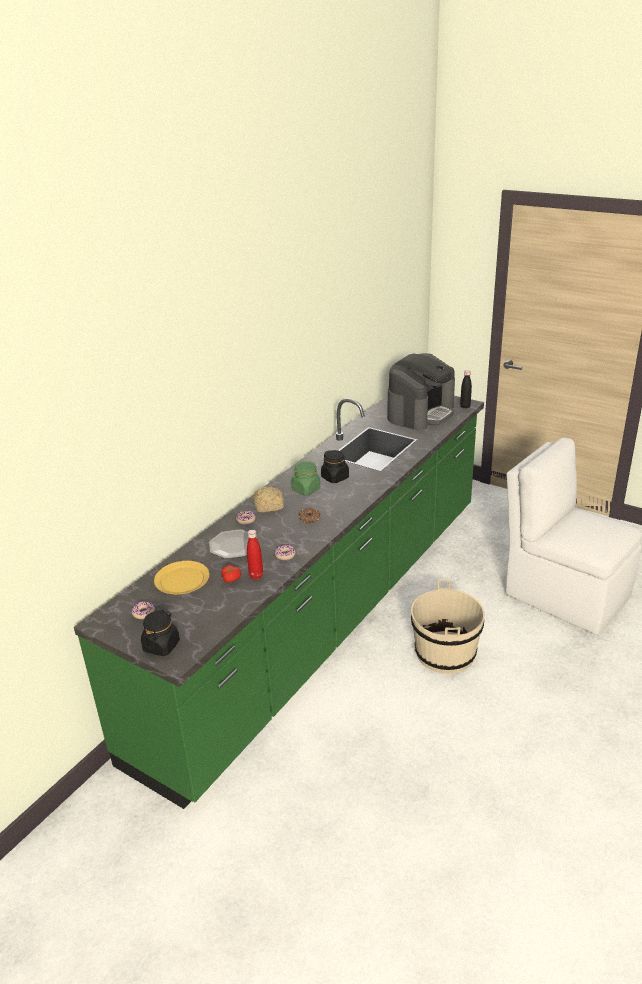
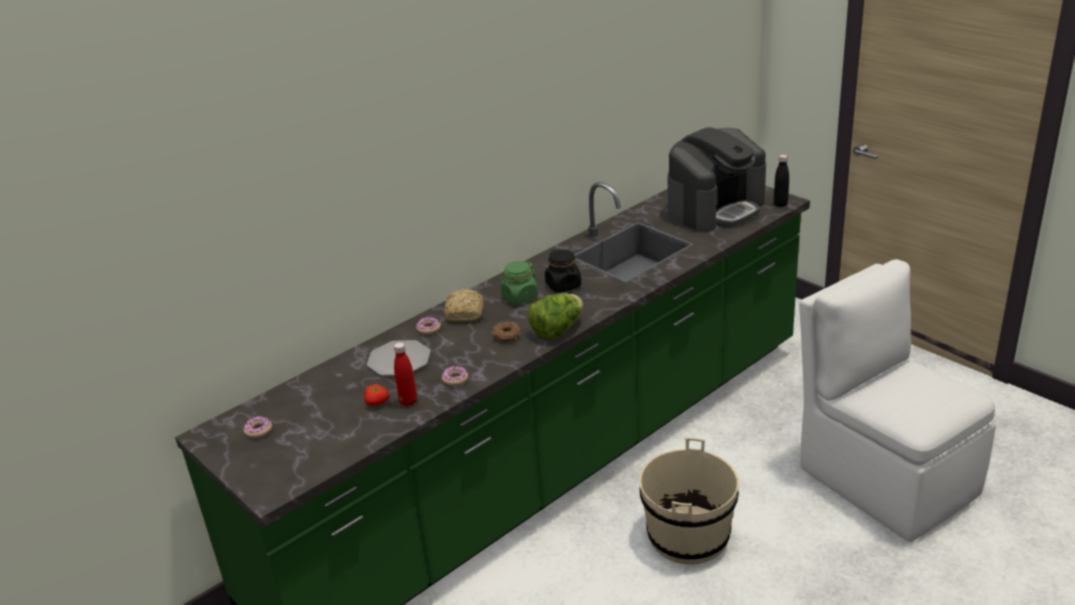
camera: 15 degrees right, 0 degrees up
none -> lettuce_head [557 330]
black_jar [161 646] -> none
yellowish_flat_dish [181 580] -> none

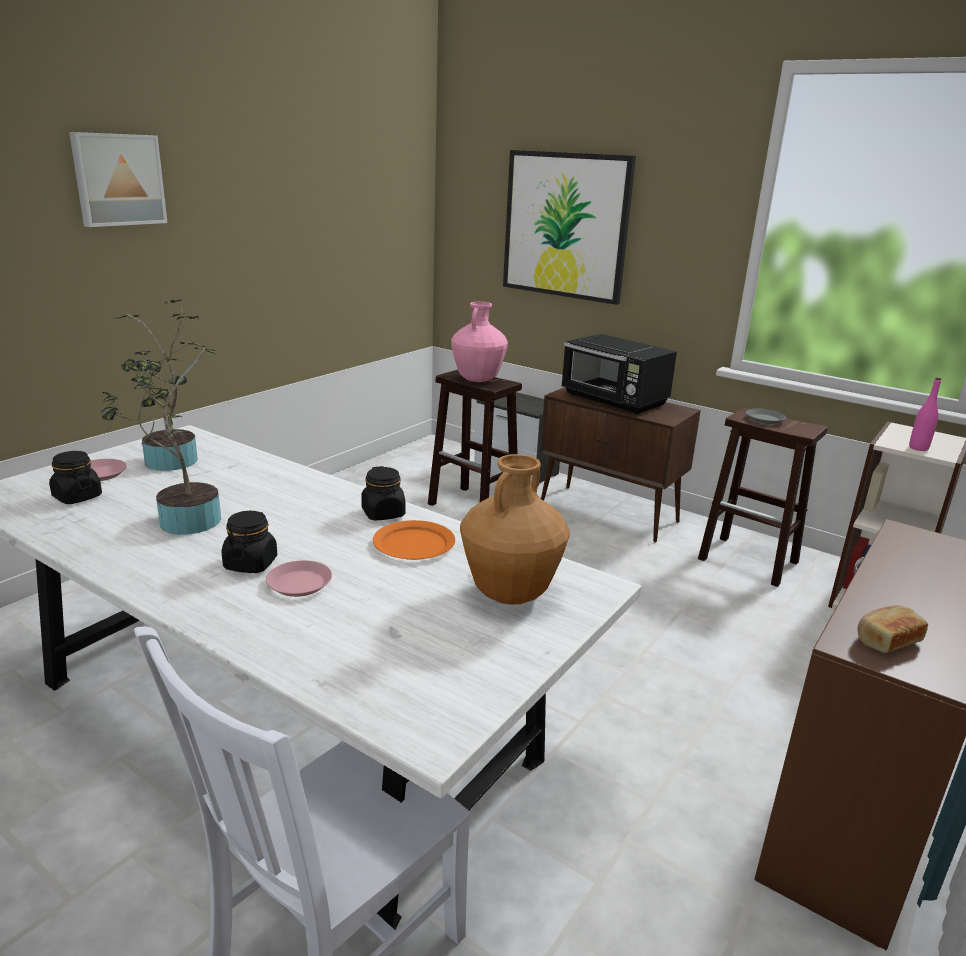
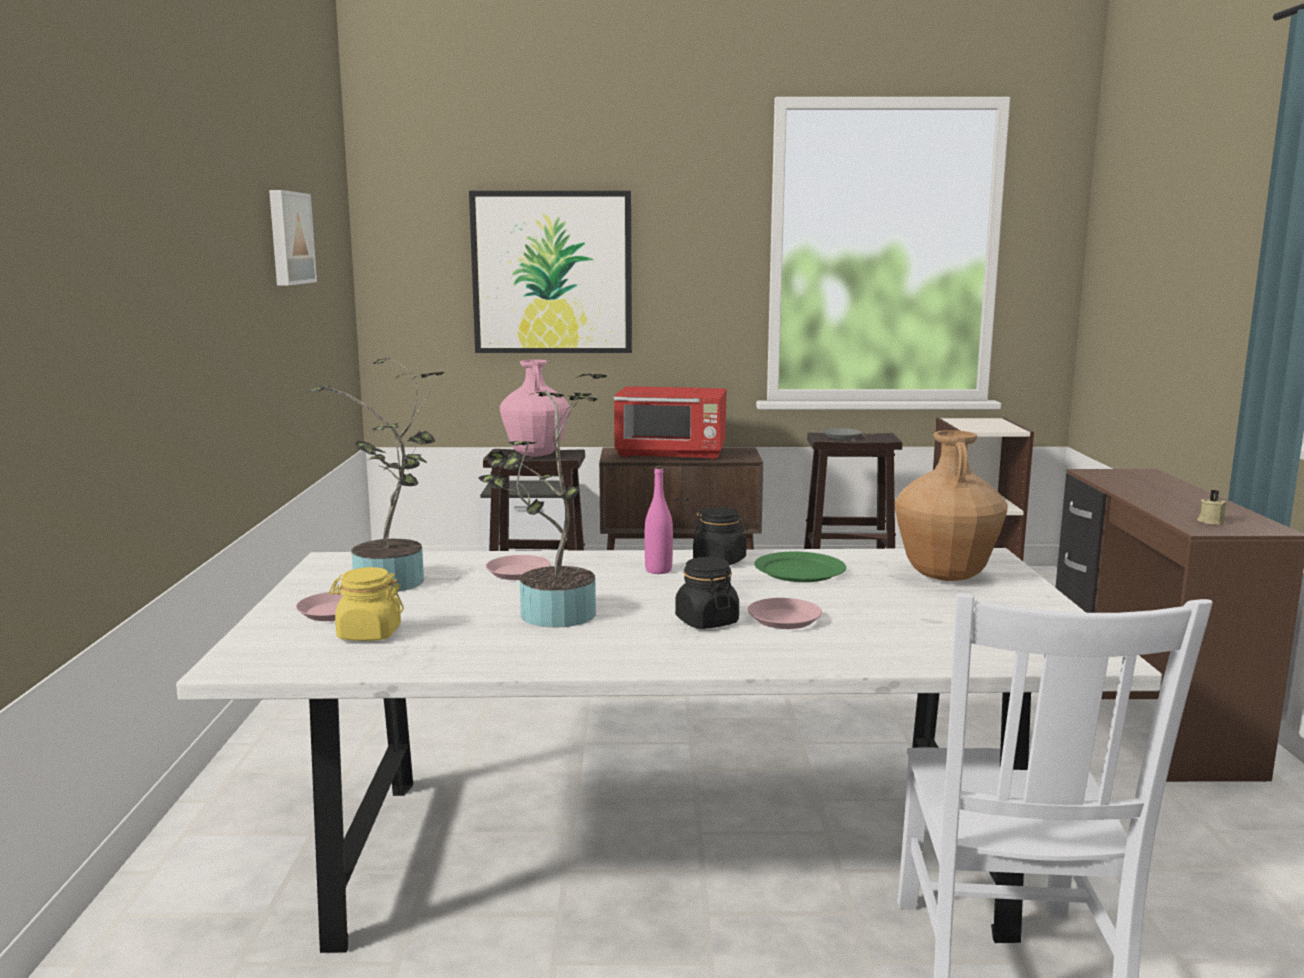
camera: 35 degrees left, 10 degrees down
picture [118 179] -> picture [288 238], move
black_jar [77 497] -> yellowish_jar [368 634]
none -> pink-coloured_flat_dish [518 572]
black_kitchen_microwave [614 401] -> reddish_kitchen_microwave [672 454]
pink-coloured_drink_bottle [918 448] -> pink-coloured_drink_bottle [658 570], move
orange-coloured_flat_dish [414 543] -> greenish_flat_dish [799 571]
bakery_bread [886 640] -> sand-coloured_wax_light [1211 521]

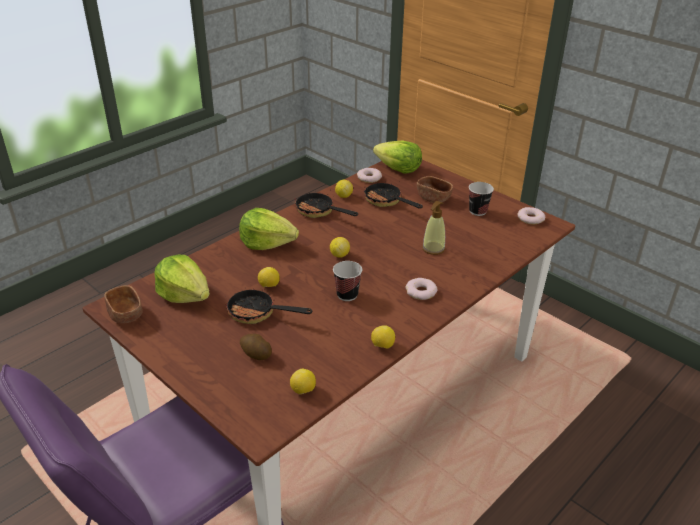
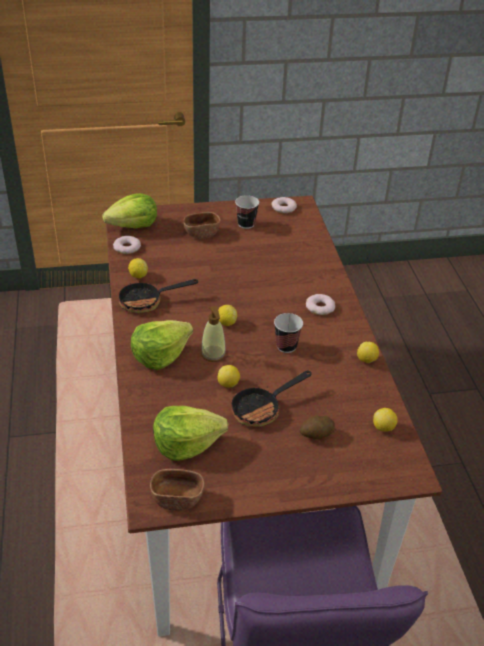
camera: 55 degrees left, 5 degrees up
liquid_soap_bottle [433 249] -> liquid_soap_bottle [213 354], move
skillet [386 202] -> none

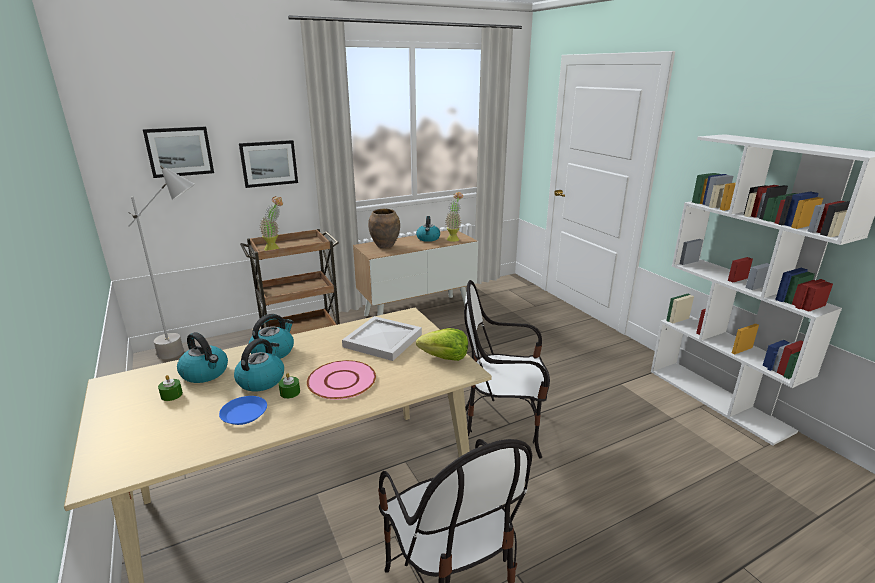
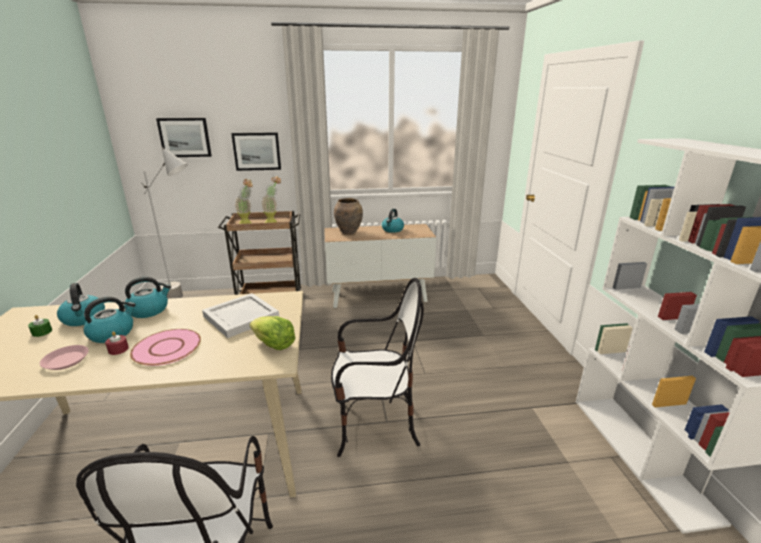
camera: 20 degrees right, 0 degrees up
bluish_flat_dish [244 414] -> pink-coloured_flat_dish [66 360]
greenish_wax_light [290 392] -> reddish_wax_light [118 349]
potted_plant [454 238] -> potted_plant [273 222], move
plain_chair [502 430] -> plain_chair [375 426], 150 degrees clockwise

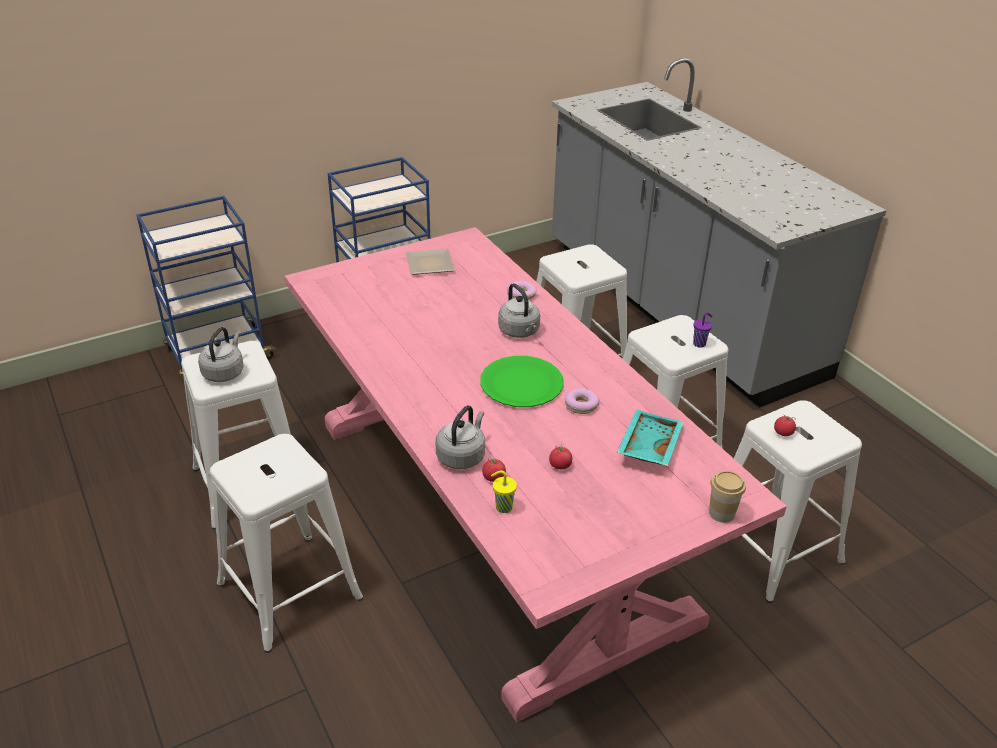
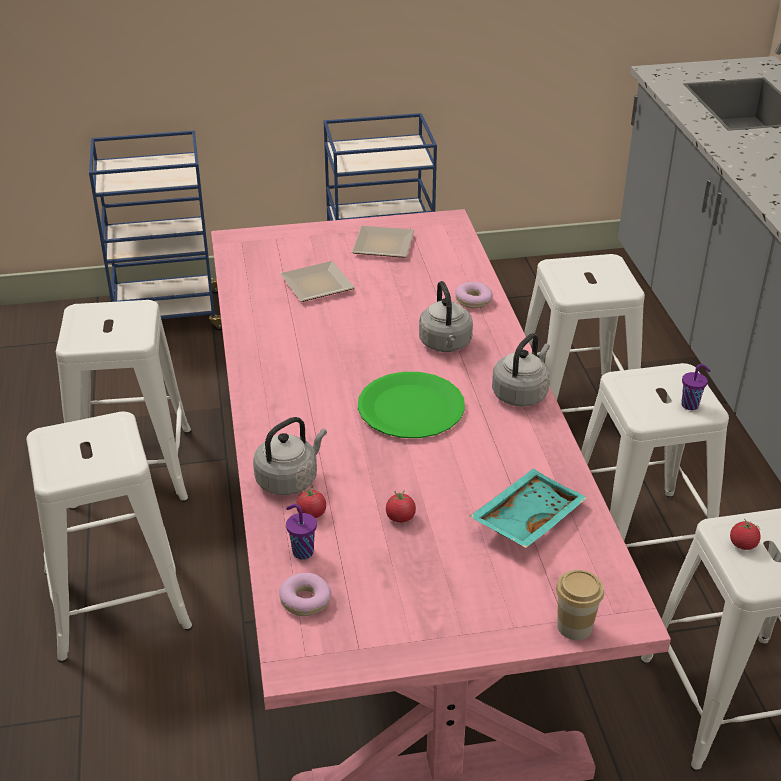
camera: 20 degrees right, 0 degrees up
ring_doughnut [581 405] -> ring_doughnut [305 600], move
none -> flat_dish [316 286]
yellowish_small_cup [503 507] -> purplish_small_cup [301 551]
grey_water_kettle [224 372] -> grey_water_kettle [521 393], move

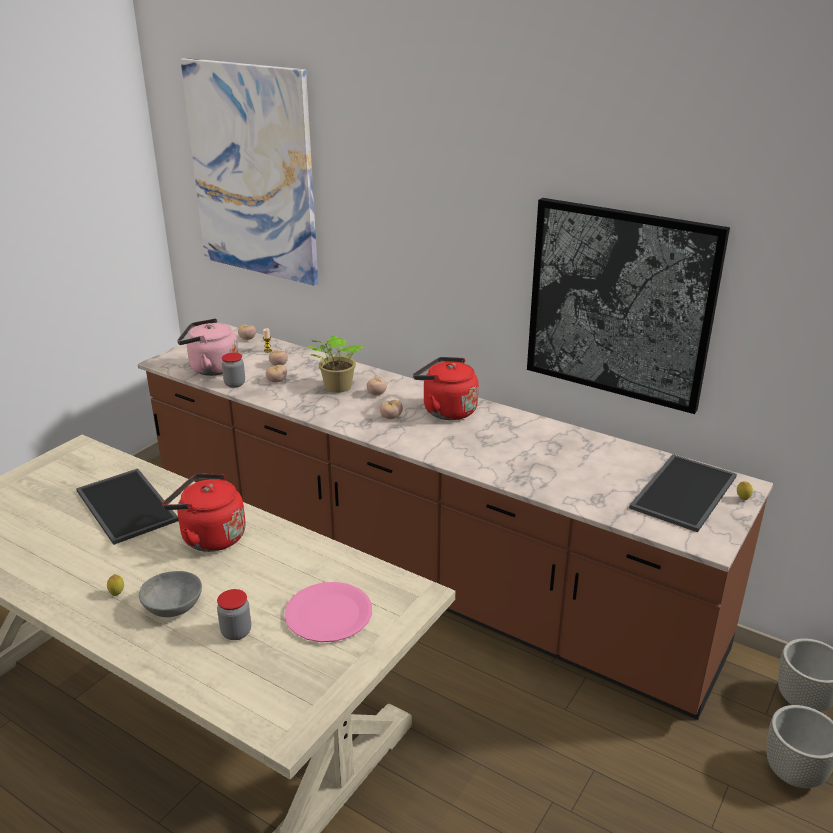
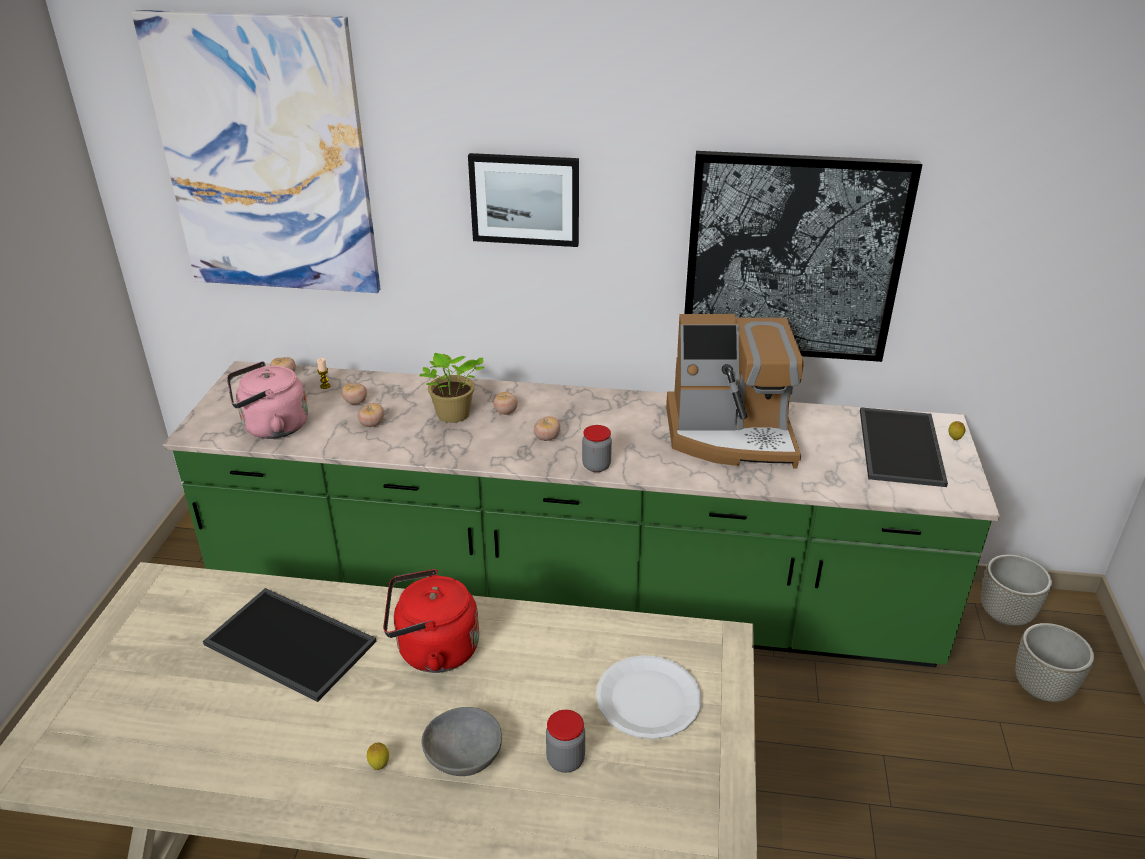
camera: 25 degrees left, 5 degrees up
brown_kitchen_counter [416 568] -> greenish_kitchen_counter [572 598]
none -> picture [525 199]
jar [235 384] -> jar [596 466], move
pink-coloured_flat_dish [329 614] -> whitish_flat_dish [648 698]
none -> coffee_brewer [731 435]
reddish_water_kettle [446 410] -> none

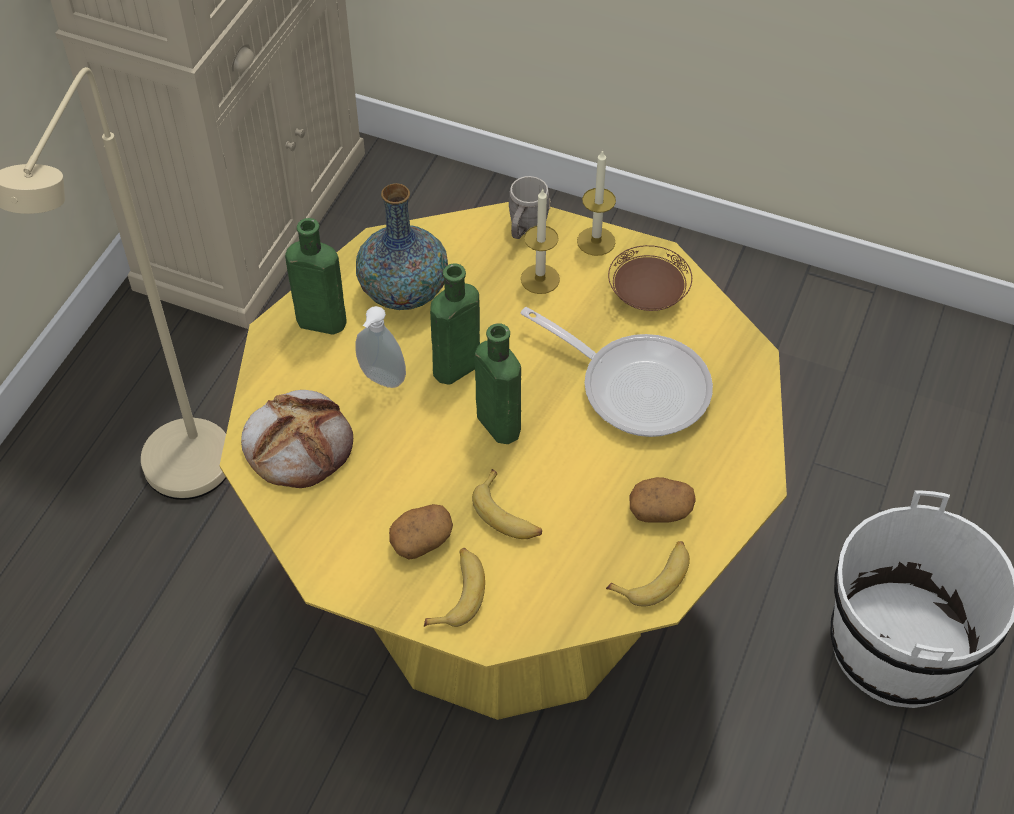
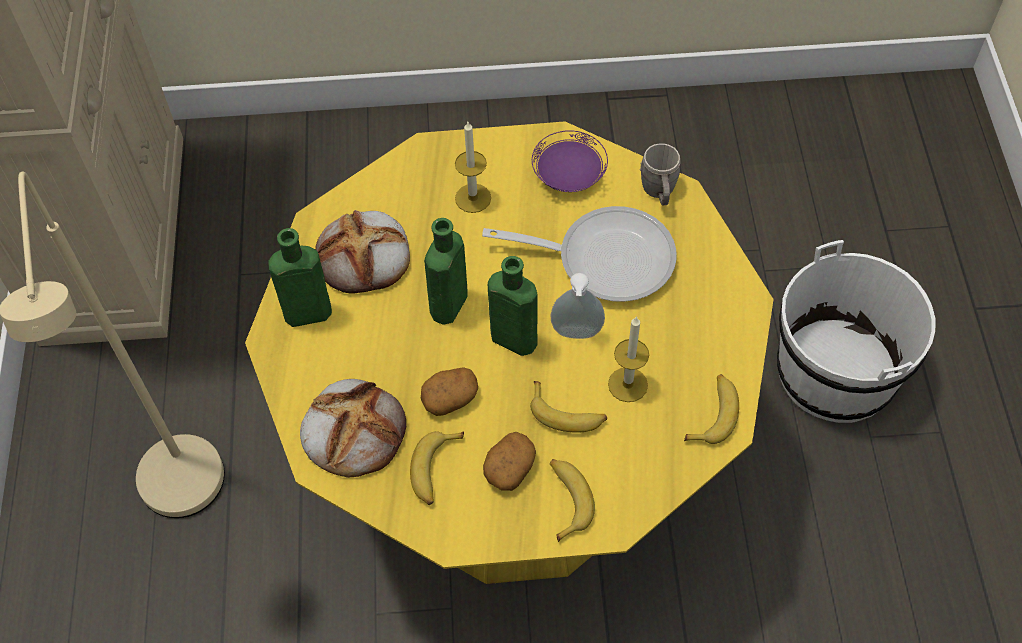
camera: 25 degrees left, 5 degrees up
decorative_vase [404 292] -> bakery_bread [365 257]
none -> banana_fruit [435 470]
spud [660 509] -> spud [450 398], move
brown_flat_dish [648 295] -> purplish_flat_dish [569 176]
liquid_soap_bottle [380 380] -> liquid_soap_bottle [576 334], move
wax_light [596 241] -> wax_light [627 384], move
grey_tea_mug [525 229] -> grey_tea_mug [659 192], move

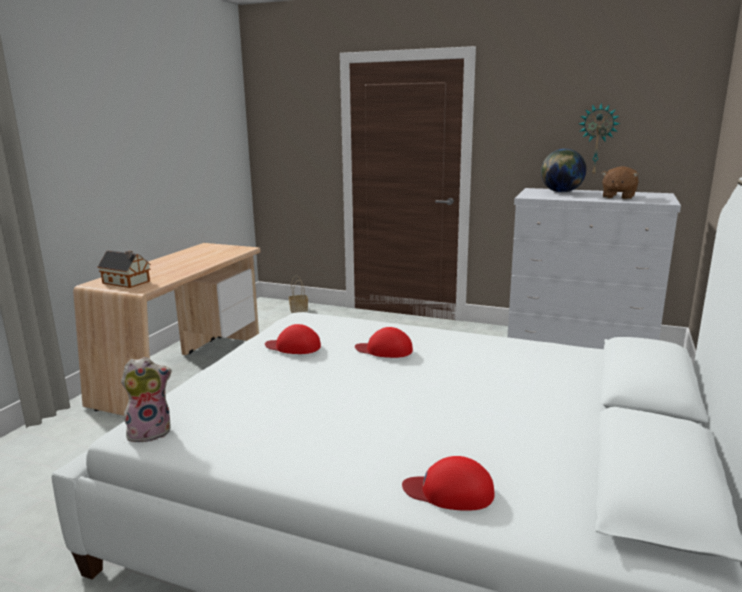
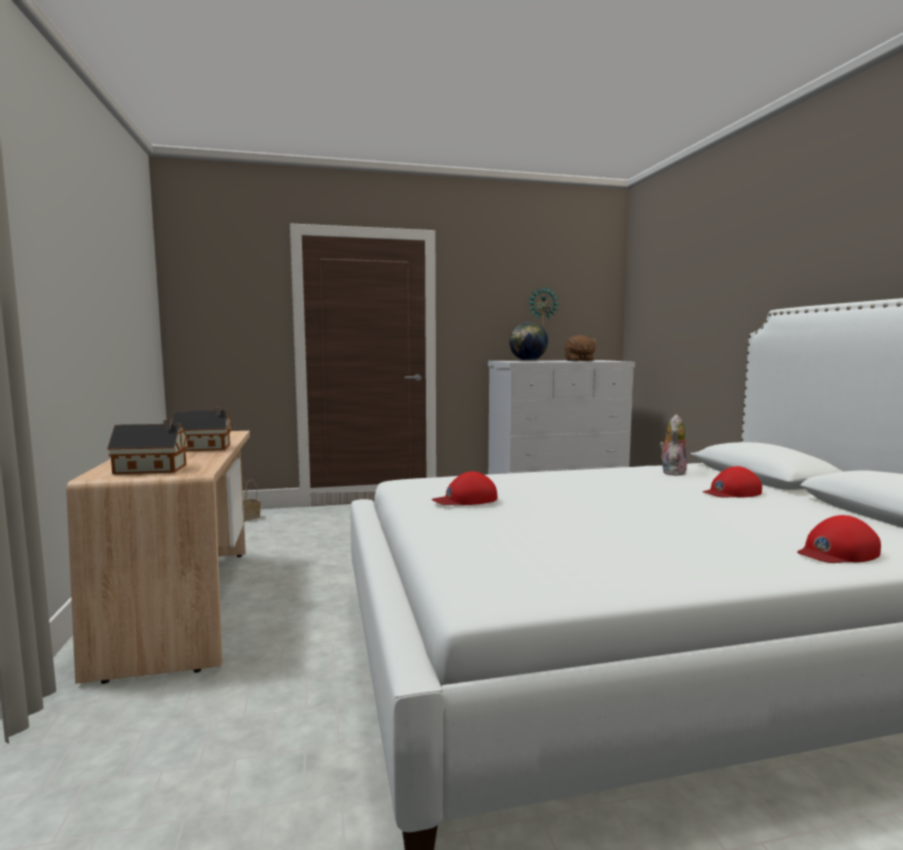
camera: 35 degrees left, 10 degrees down
none -> miniature_house [205 447]
cuddly_toy [150 432] -> cuddly_toy [672 472], move
reddish_peaked_cap [384 350] -> reddish_peaked_cap [731 492], move

